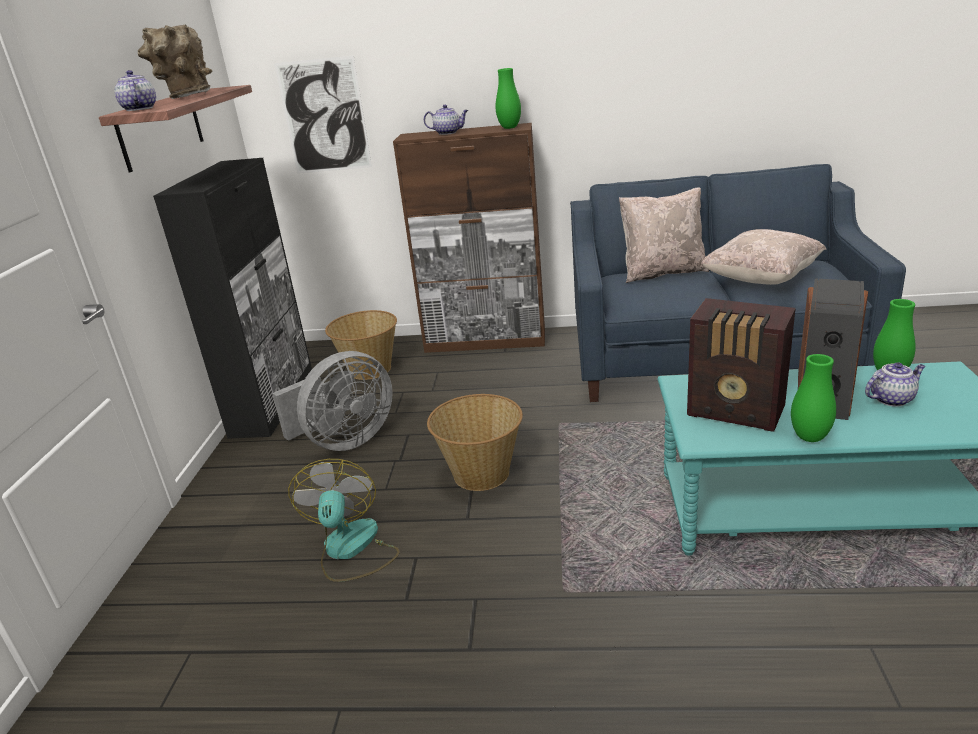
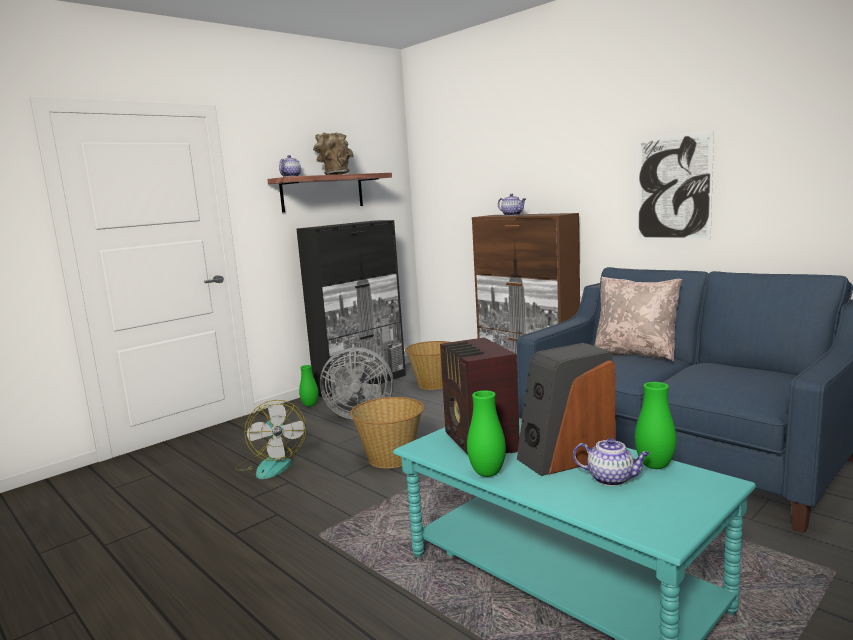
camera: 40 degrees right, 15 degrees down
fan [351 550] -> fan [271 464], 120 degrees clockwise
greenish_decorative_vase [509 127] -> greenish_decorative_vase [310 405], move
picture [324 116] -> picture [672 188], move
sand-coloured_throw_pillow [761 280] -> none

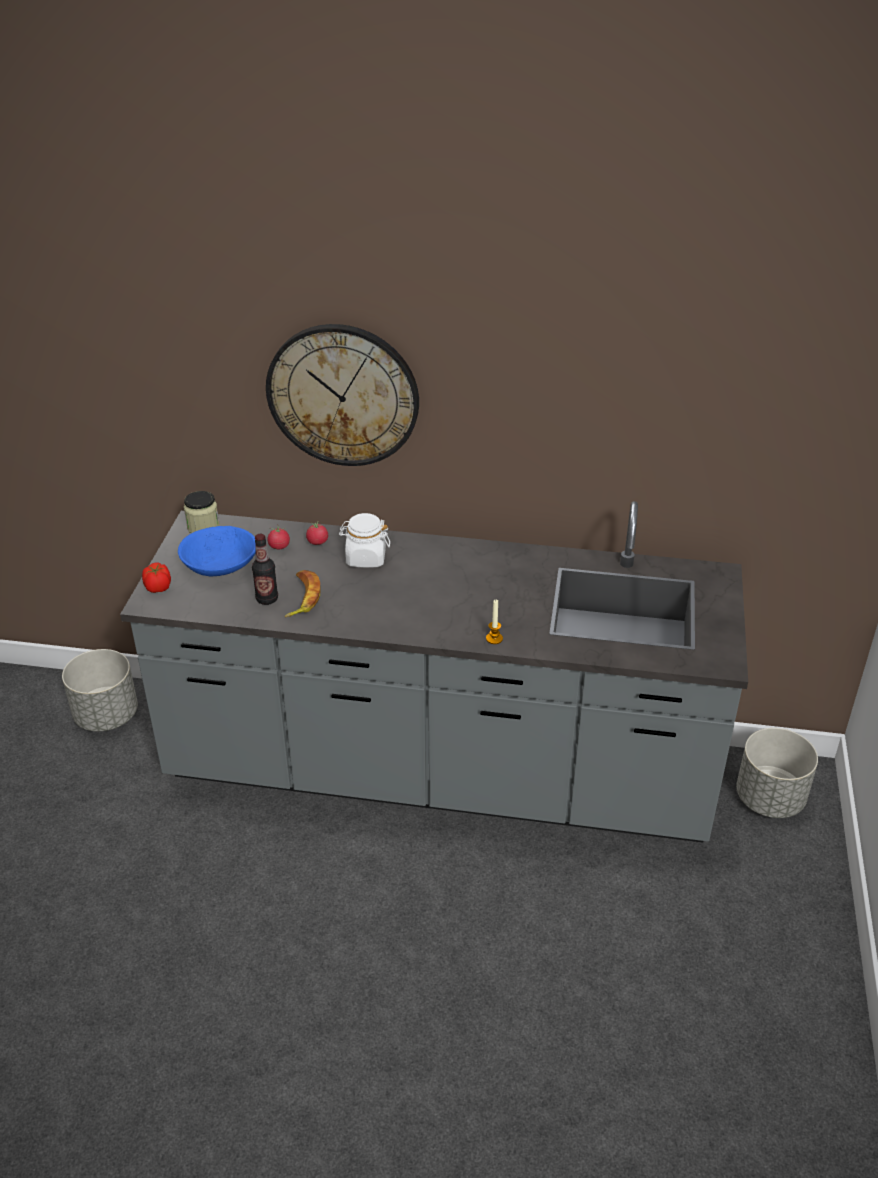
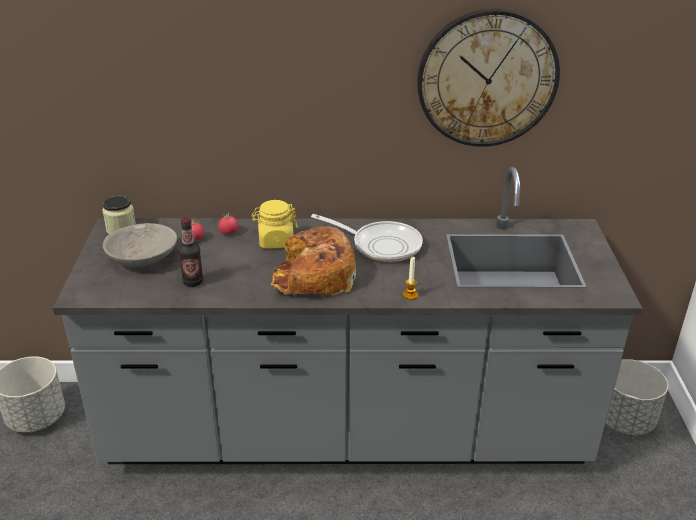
camera: 10 degrees left, 5 degrees down
bluish_bowl [220 565] -> grey_bowl [142 258]
whitish_jar [365 558] -> yellowish_jar [275 241]
none -> bakery_bread [313 277]
none -> skillet [381 245]
clock_on_the_wall [343 395] -> clock_on_the_wall [487 79], move
tomato [158 588] -> none
banana_fruit [302 597] -> none

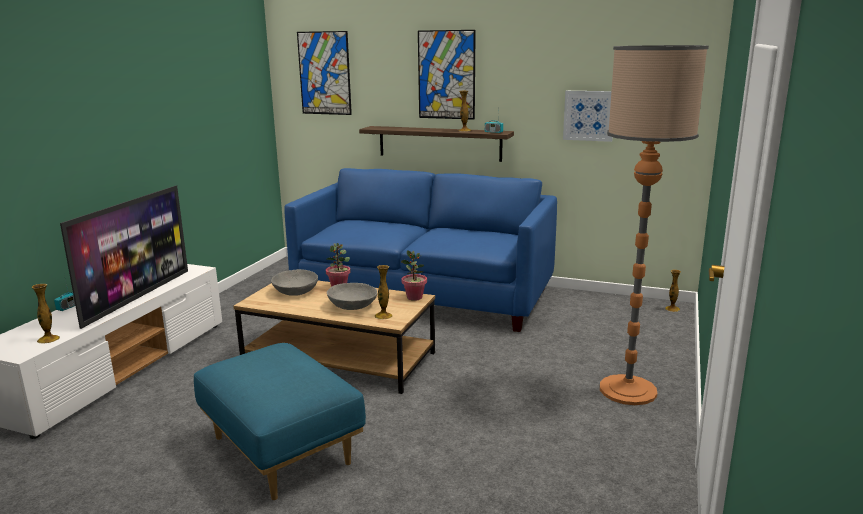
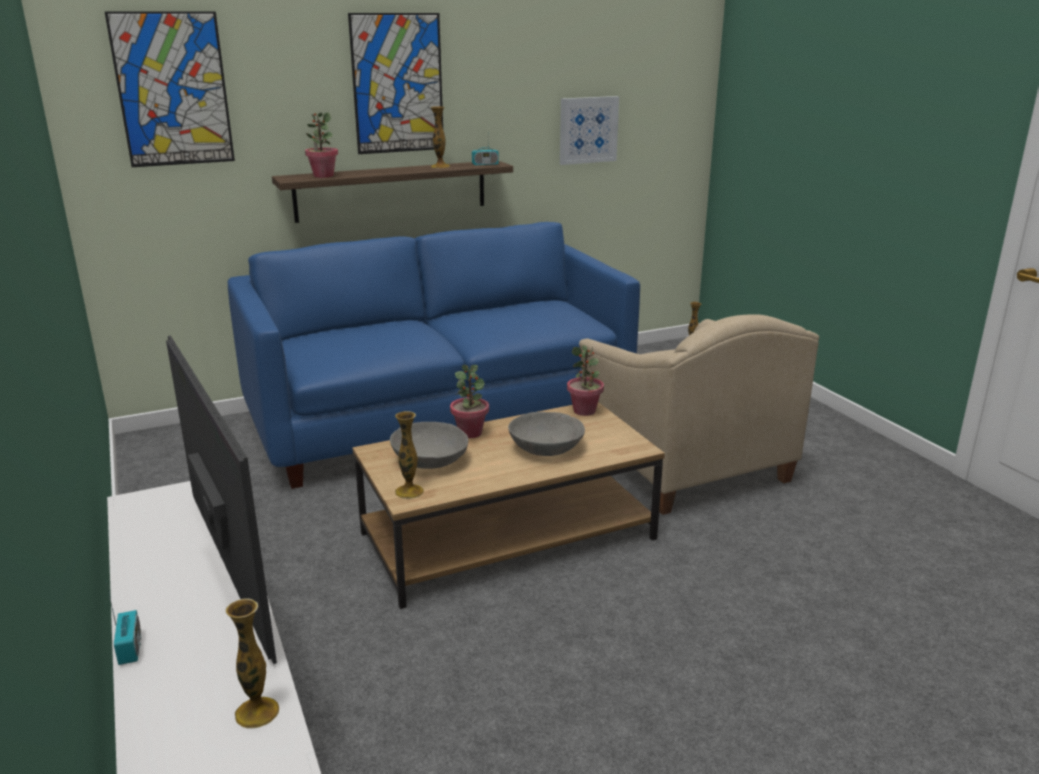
camera: 45 degrees left, 5 degrees up
none -> potted_plant [323 176]
decorative_vase [383 316] -> decorative_vase [409 492], move
none -> sand-coloured_lounge_chair [682 463]
bluish_footrest [283 450] -> none
floor_lamp [628 390] -> none

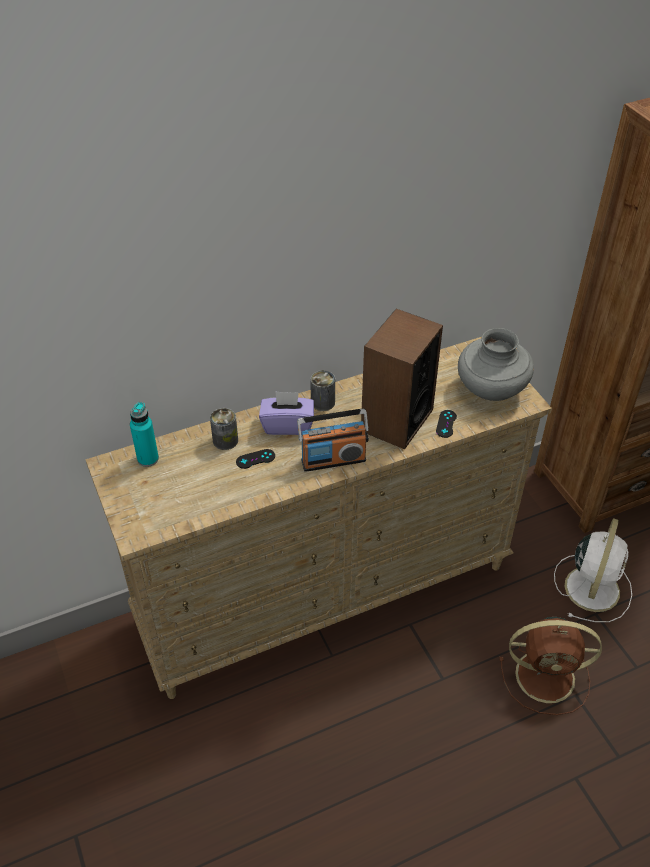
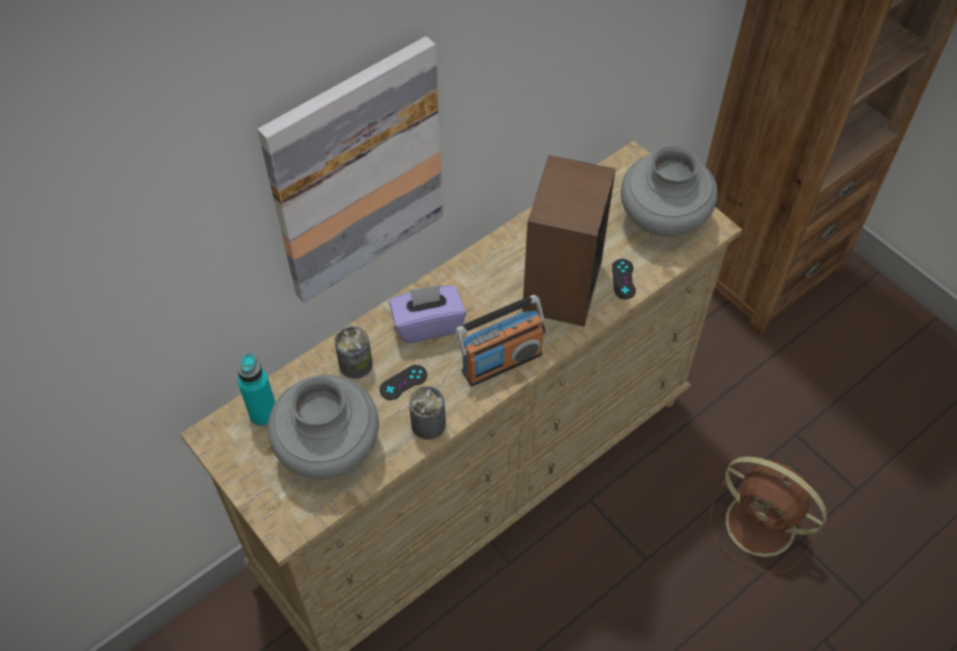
camera: 15 degrees left, 10 degrees up
none -> picture [356 173]
none -> grey_decorative_vase [328 448]
can [322 402] -> can [428 424], move
brown_fan [548 676] -> brown_fan [763 526], 45 degrees clockwise
whitish_fan [592 587] -> none

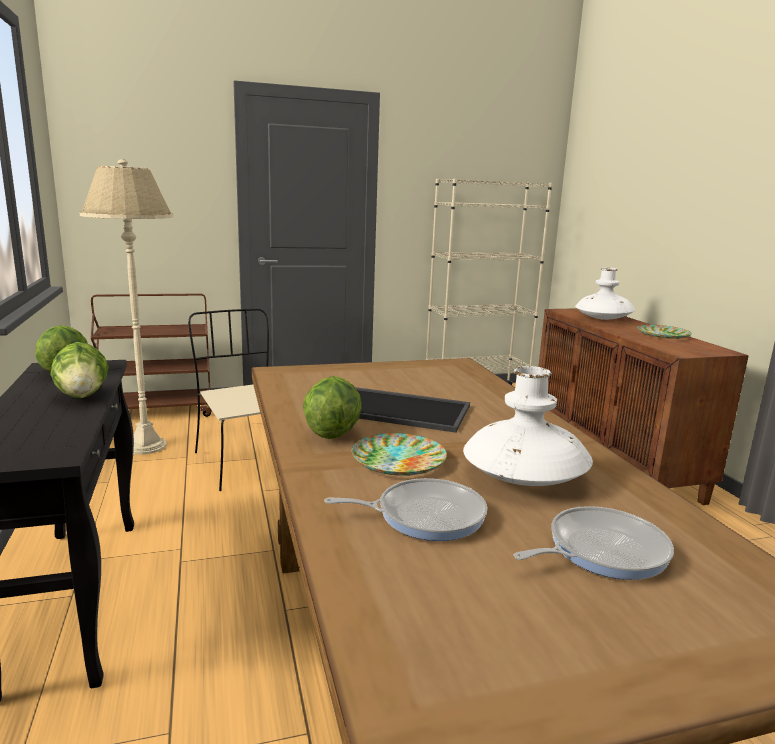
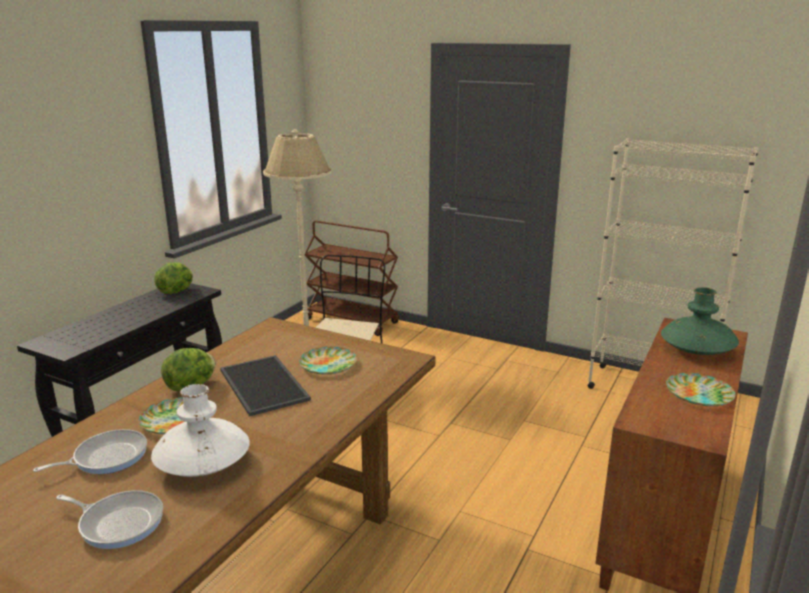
camera: 45 degrees right, 5 degrees up
skillet [424 515] -> skillet [106 457], 75 degrees counterclockwise
none -> flat_dish [328 364]
whitish_decorative_vase [603 318] -> greenish_decorative_vase [697 349]
lettuce_head [83 395] -> none

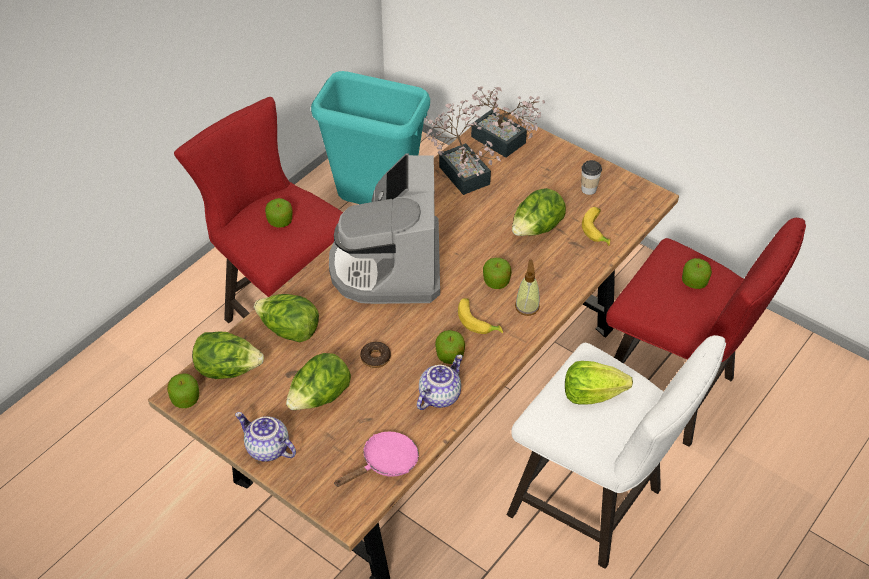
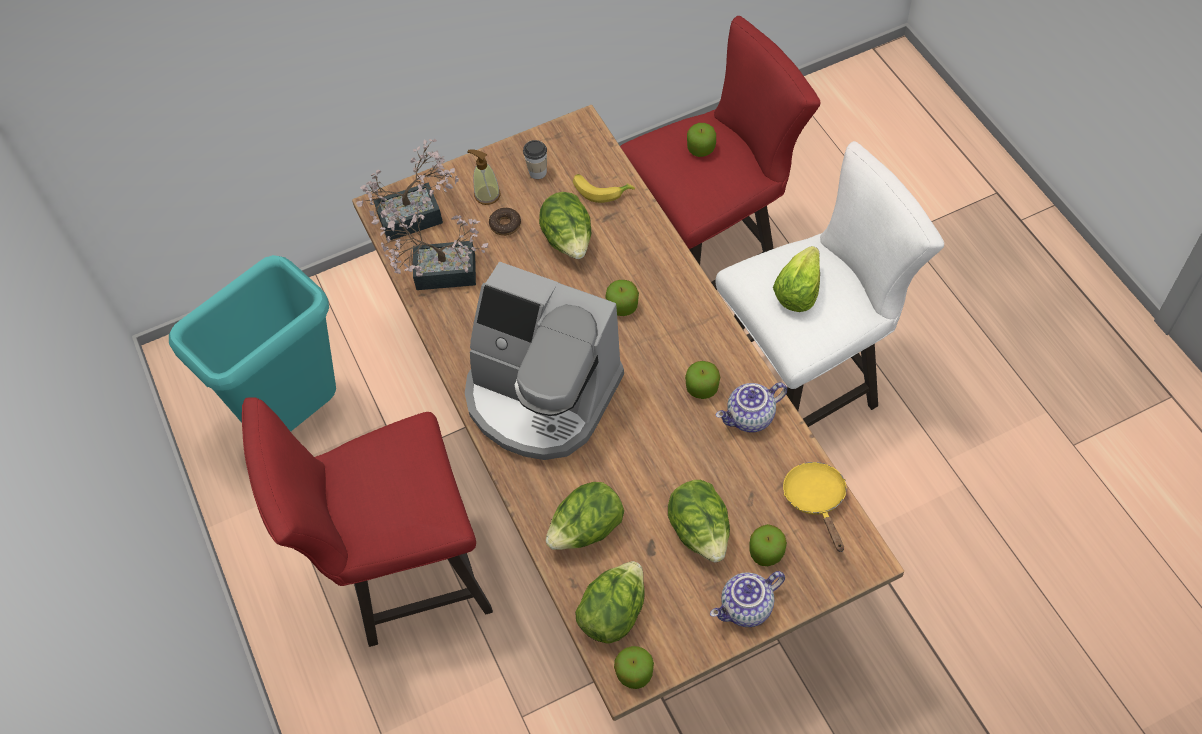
camera: 60 degrees left, 10 degrees up
liquid_soap_bottle [527 306] -> liquid_soap_bottle [487 195], move
ring_doughnut [375 358] -> ring_doughnut [505 225], move
tea_pot [439 395] -> tea_pot [750 418], 90 degrees counterclockwise
apple_fruit [280 221] -> apple_fruit [766 552], move
pink-coloured_skillet [385 463] -> yellowish_skillet [816 500]
banana_fruit [478 321] -> none

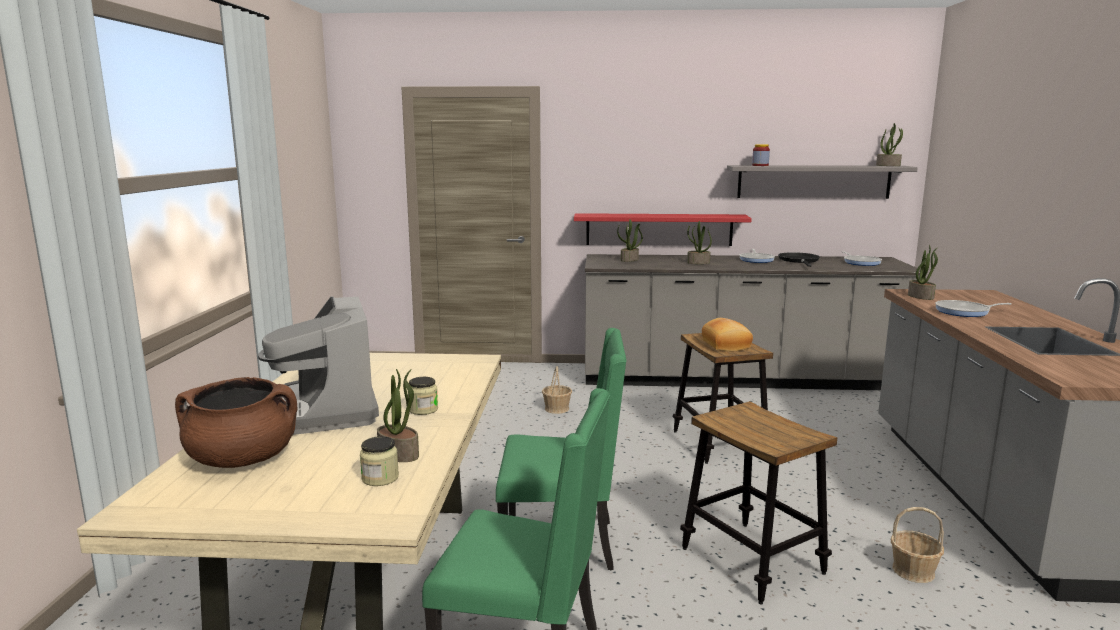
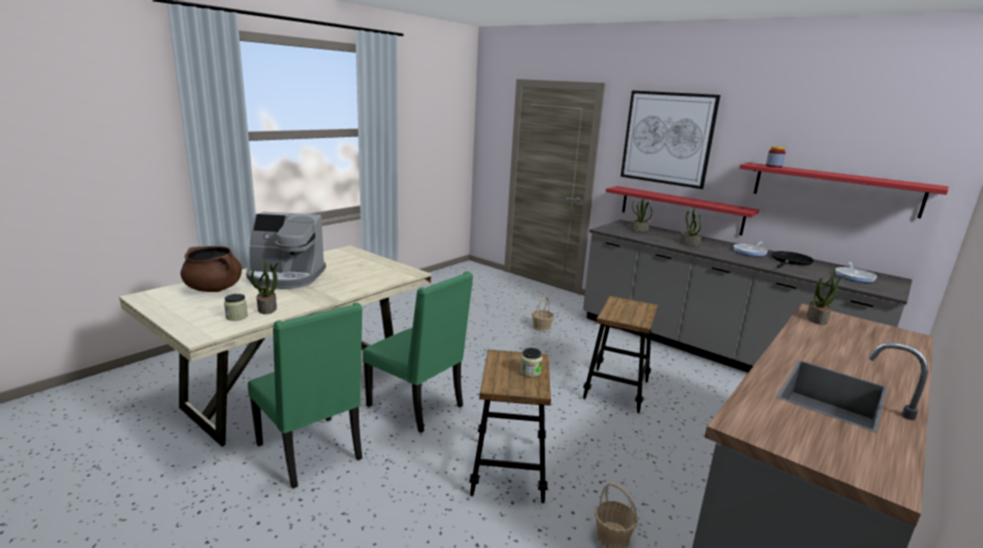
camera: 35 degrees right, 5 degrees up
coffee_brewer [321 411] -> coffee_brewer [286 277], 105 degrees counterclockwise
jar [423 410] -> jar [530 372], move
none -> picture [667 138]
grey_shelf [813 181] -> reddish_shelf [834 189]
bakery_bread [727 345] -> none
potted_plant [888 165] -> none
skillet [965 312] -> none

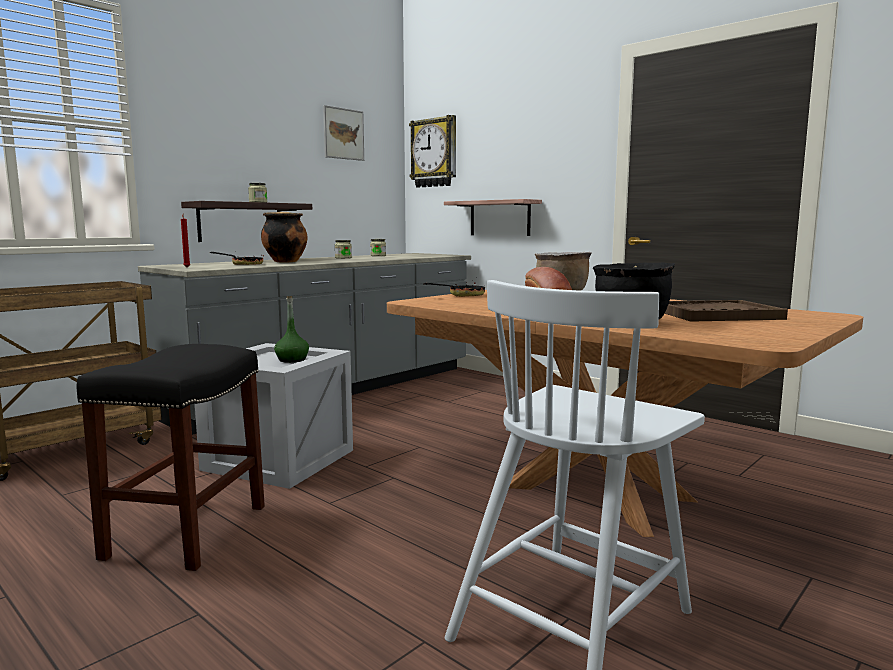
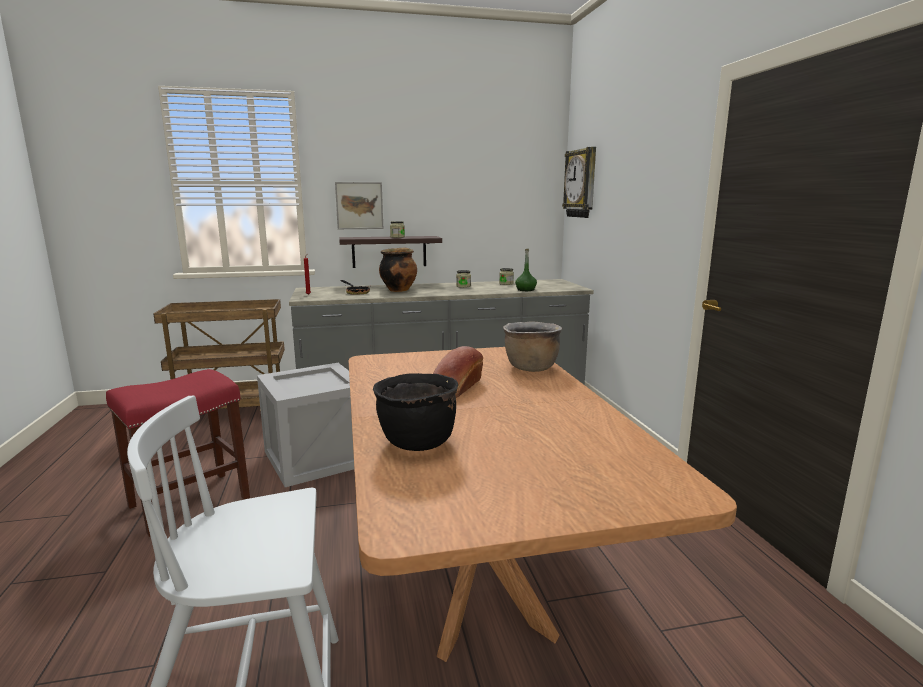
camera: 35 degrees right, 5 degrees up
black_stool_seat [187 530] -> reddish_stool_seat [191 501]
picture [343 134] -> picture [359 205], move
greenish_drink_bottle [292 360] -> greenish_drink_bottle [525 290], move
skillet [462 295] -> none
shelf [499 218] -> none
brown_tray [717 314] -> none

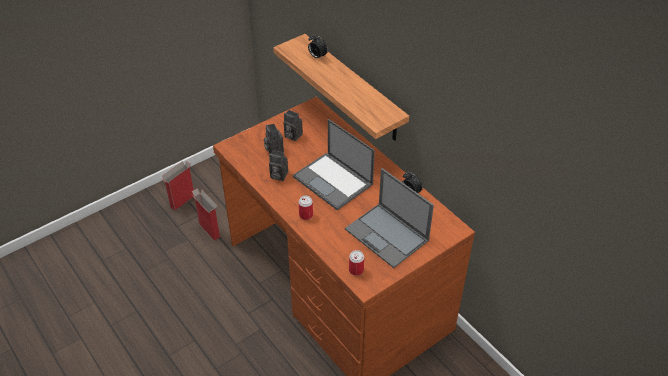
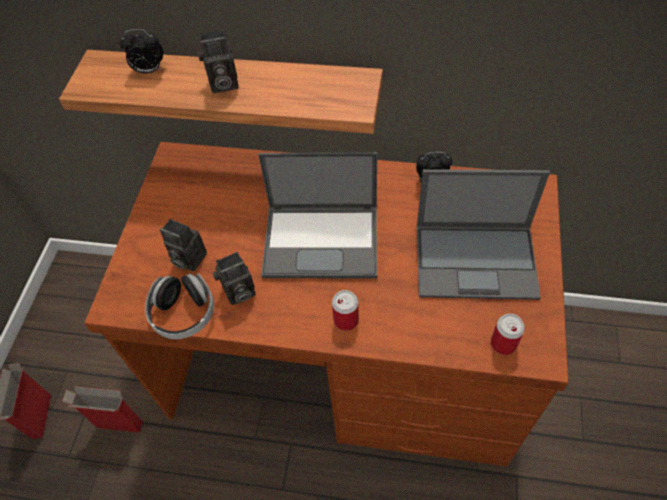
camera: 40 degrees left, 10 degrees up
none -> headphones [184 314]
still_camera [292 135] -> still_camera [222 84], move

